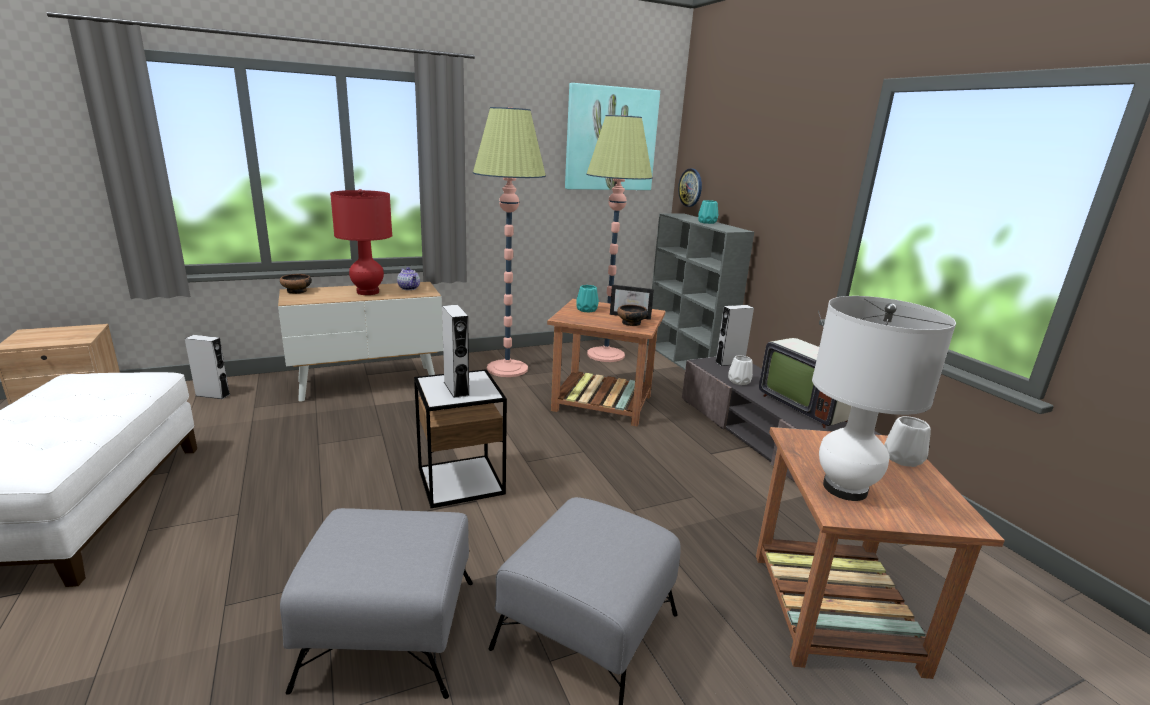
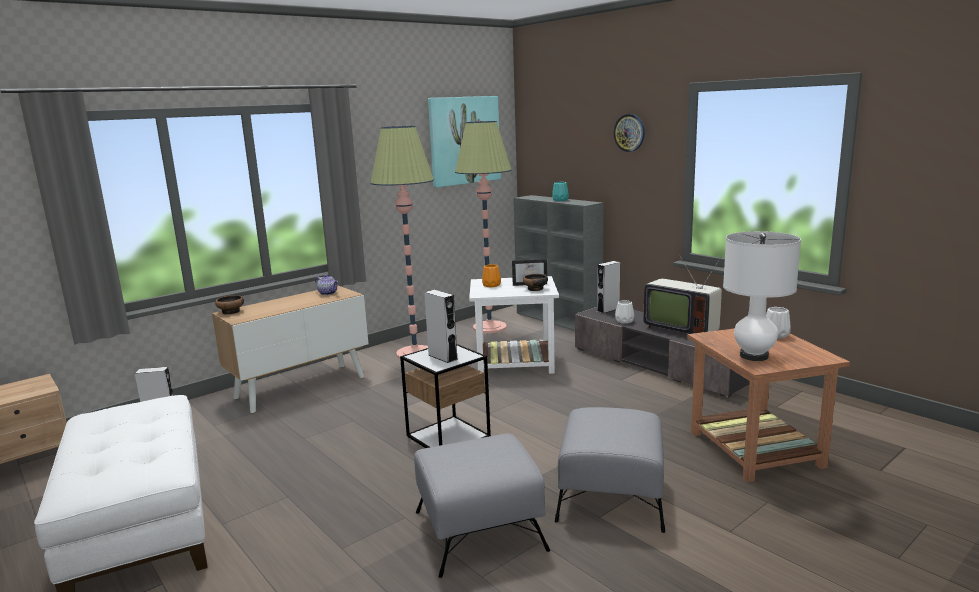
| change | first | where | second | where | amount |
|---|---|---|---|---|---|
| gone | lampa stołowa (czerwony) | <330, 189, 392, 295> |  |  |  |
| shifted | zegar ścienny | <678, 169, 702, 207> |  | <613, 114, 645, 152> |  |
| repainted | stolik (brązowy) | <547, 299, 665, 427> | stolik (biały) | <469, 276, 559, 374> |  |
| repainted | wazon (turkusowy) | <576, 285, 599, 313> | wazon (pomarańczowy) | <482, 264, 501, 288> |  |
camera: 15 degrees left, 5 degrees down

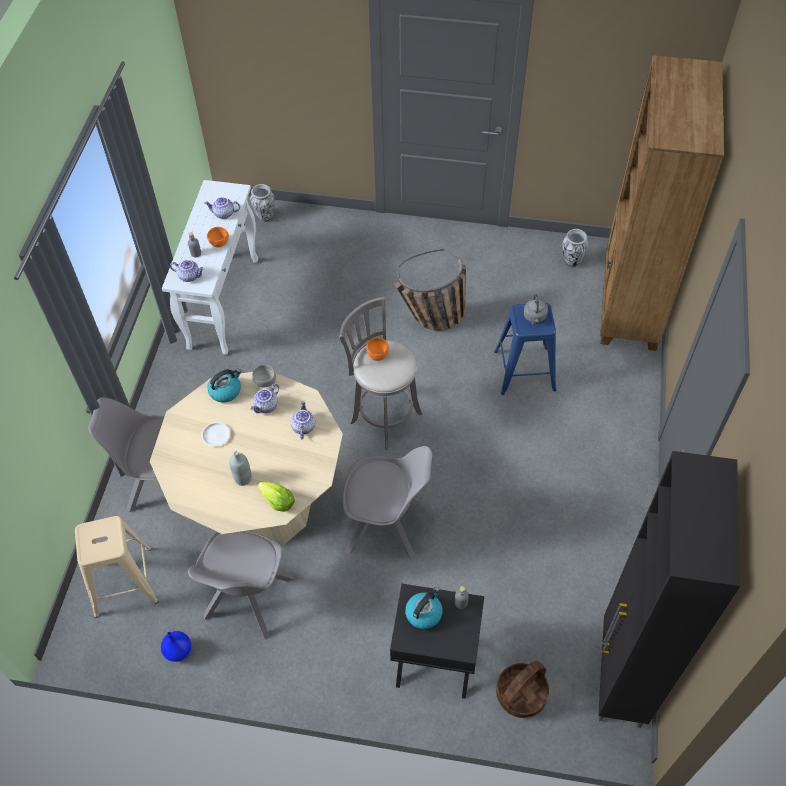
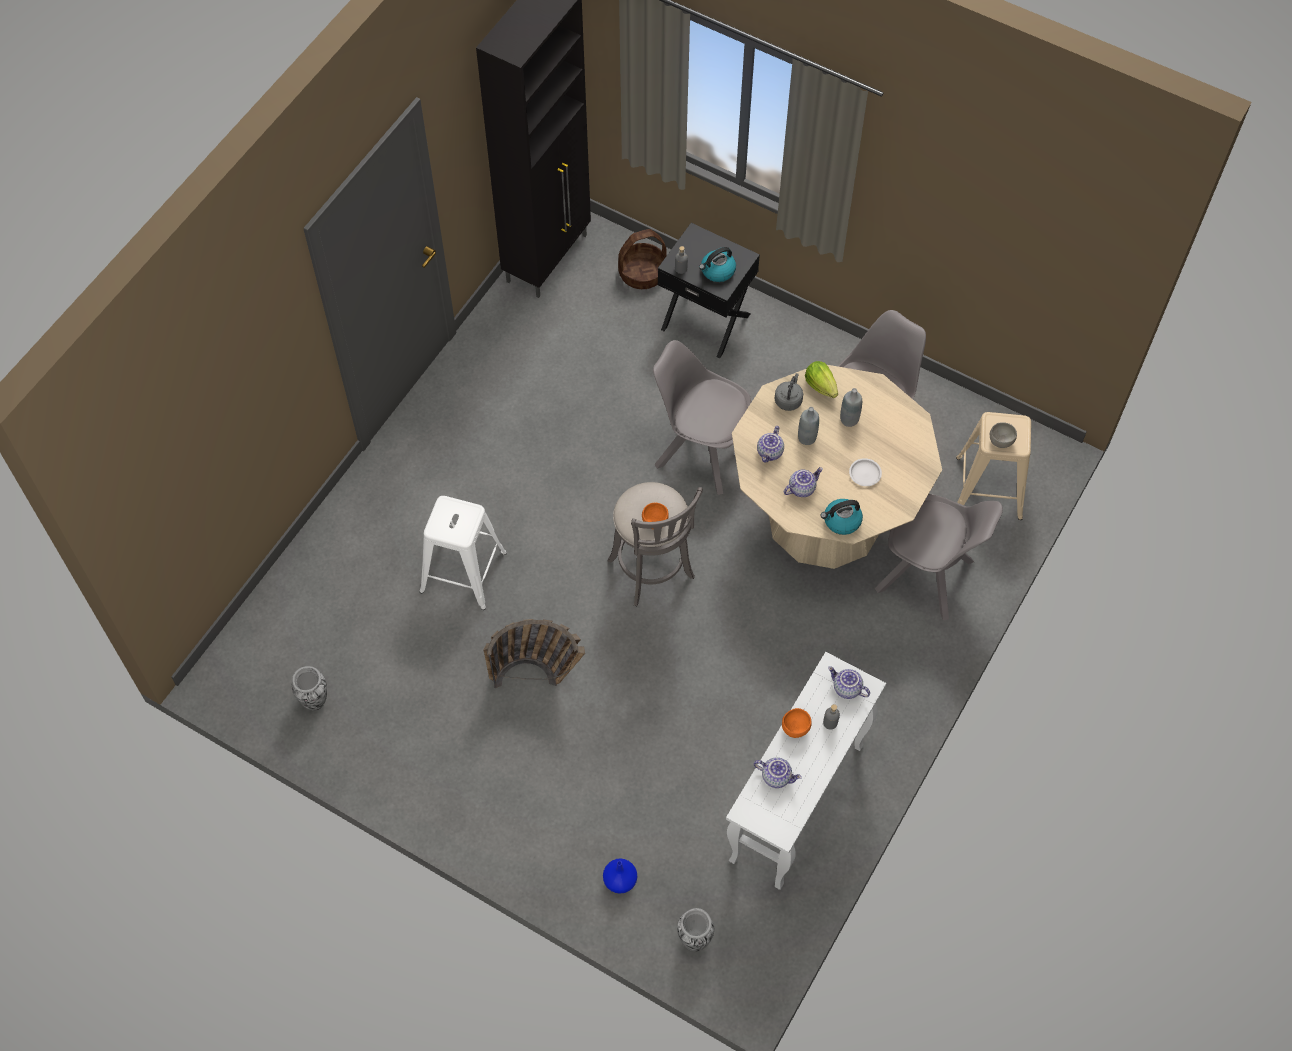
| change | first | where | second | where | amount |
|---|---|---|---|---|---|
| gone | regał (brązowy) | <600, 55, 724, 351> |  |  |  |
| new |  |  | butelka (szary) | <798, 407, 819, 445> |  |
| shifted | wazon (niebieski) | <161, 631, 191, 662> |  | <603, 858, 637, 894> |  |
| shifted | miska (szary) | <252, 365, 276, 387> |  | <990, 422, 1017, 448> |  |
| shifted | czajnik (szary) | <524, 293, 548, 323> |  | <774, 373, 803, 411> |  |
| repainted | stołek (niebieski) | <494, 303, 557, 395> | stołek (biały) | <419, 496, 507, 610> |  |
camera: 160 degrees left, 5 degrees up

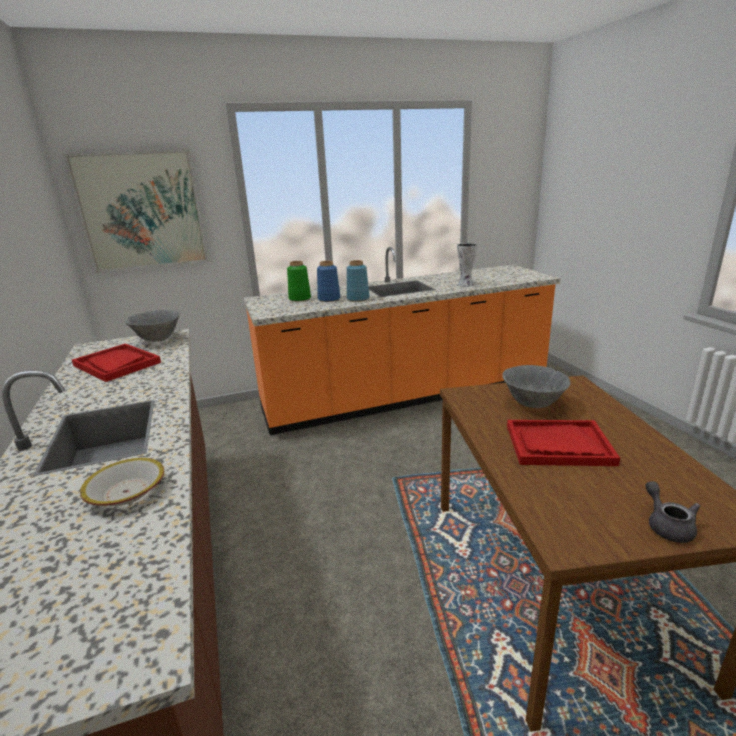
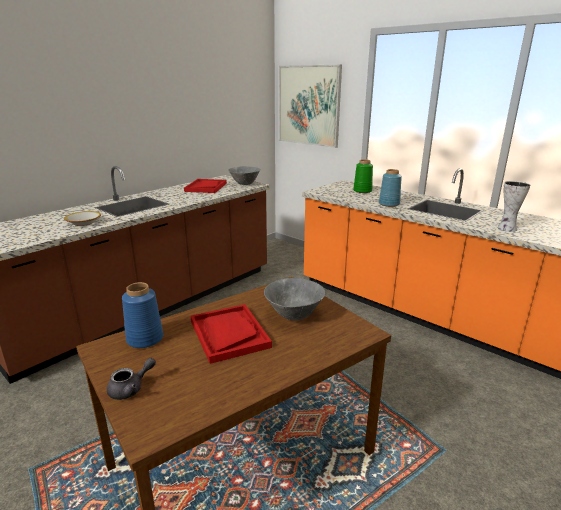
| change | first | where | second | where | amount |
|---|---|---|---|---|---|
| shifted | wazon (niebieski) | <317, 261, 341, 302> |  | <122, 282, 163, 348> |  |
camera: 60 degrees right, 0 degrees up

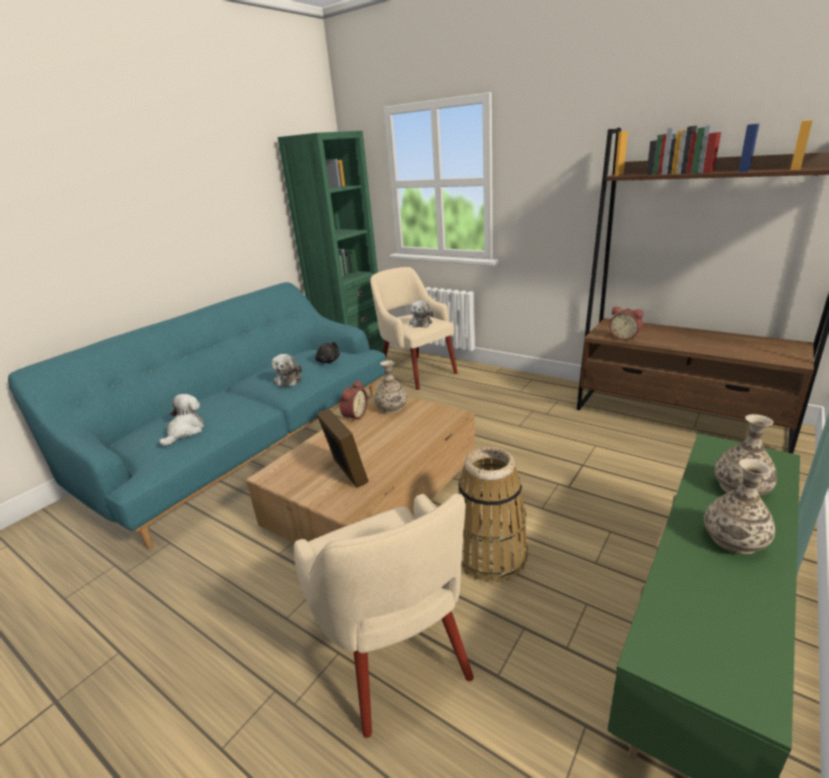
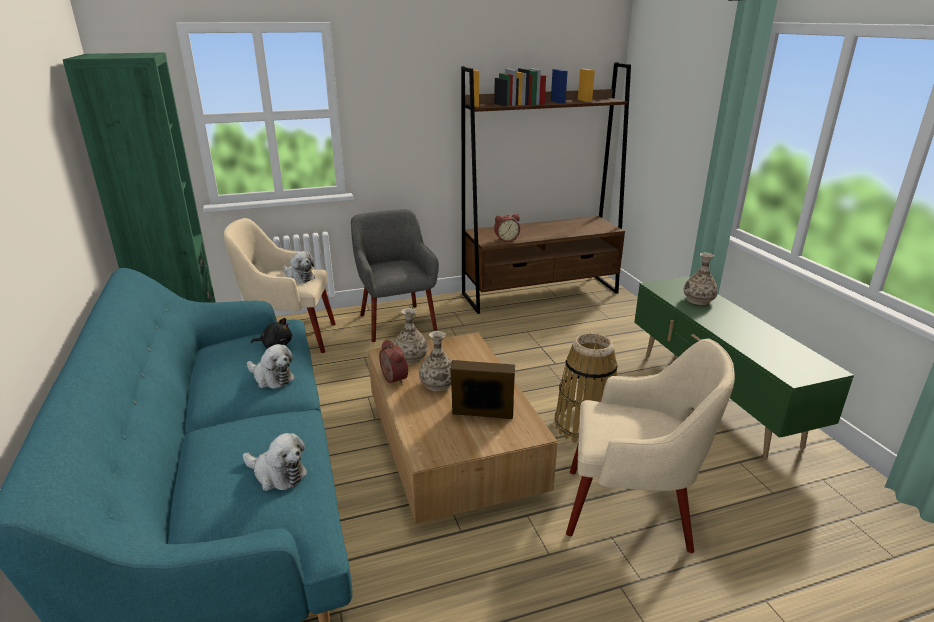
| change | first | where | second | where | amount |
|---|---|---|---|---|---|
| new |  |  | fotel (szary) | <351, 209, 439, 342> |  |
| shifted | wazon | <704, 459, 775, 554> |  | <419, 331, 452, 391> |  |
| rotated | pluszak | <159, 394, 204, 446> |  | <243, 433, 307, 491> | 150 degrees clockwise |
camera: 55 degrees left, 0 degrees up

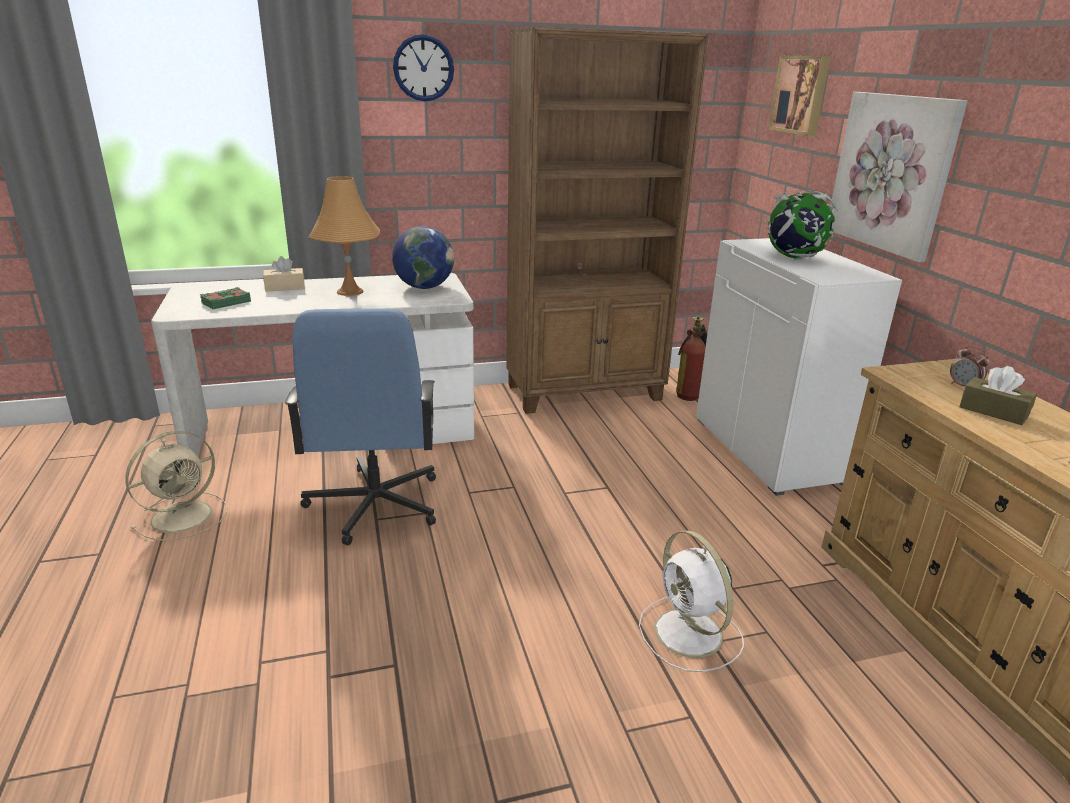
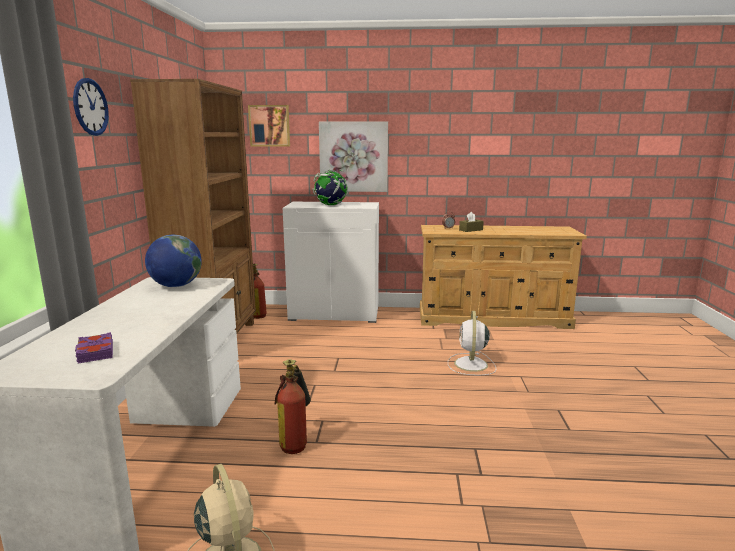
| change | first | where | second | where | amount |
|---|---|---|---|---|---|
| gone | pudełko chusteczek (beżowy) | <263, 256, 305, 292> |  |  |  |
| gone | lampa stołowa (pomarańczowy) | <308, 176, 380, 296> |  |  |  |
| swapped | krzesło biurowe (niebieski) | <285, 309, 436, 545> | gaśnica | <274, 359, 311, 454> |  |
| repainted | książka (zielony) | <200, 287, 251, 309> | książka (fioletowy) | <75, 332, 113, 364> |  |
| rotated | wentylator (biały) | <639, 530, 744, 672> |  | <448, 311, 496, 375> | 105 degrees clockwise |
camera: 70 degrees left, 10 degrees down

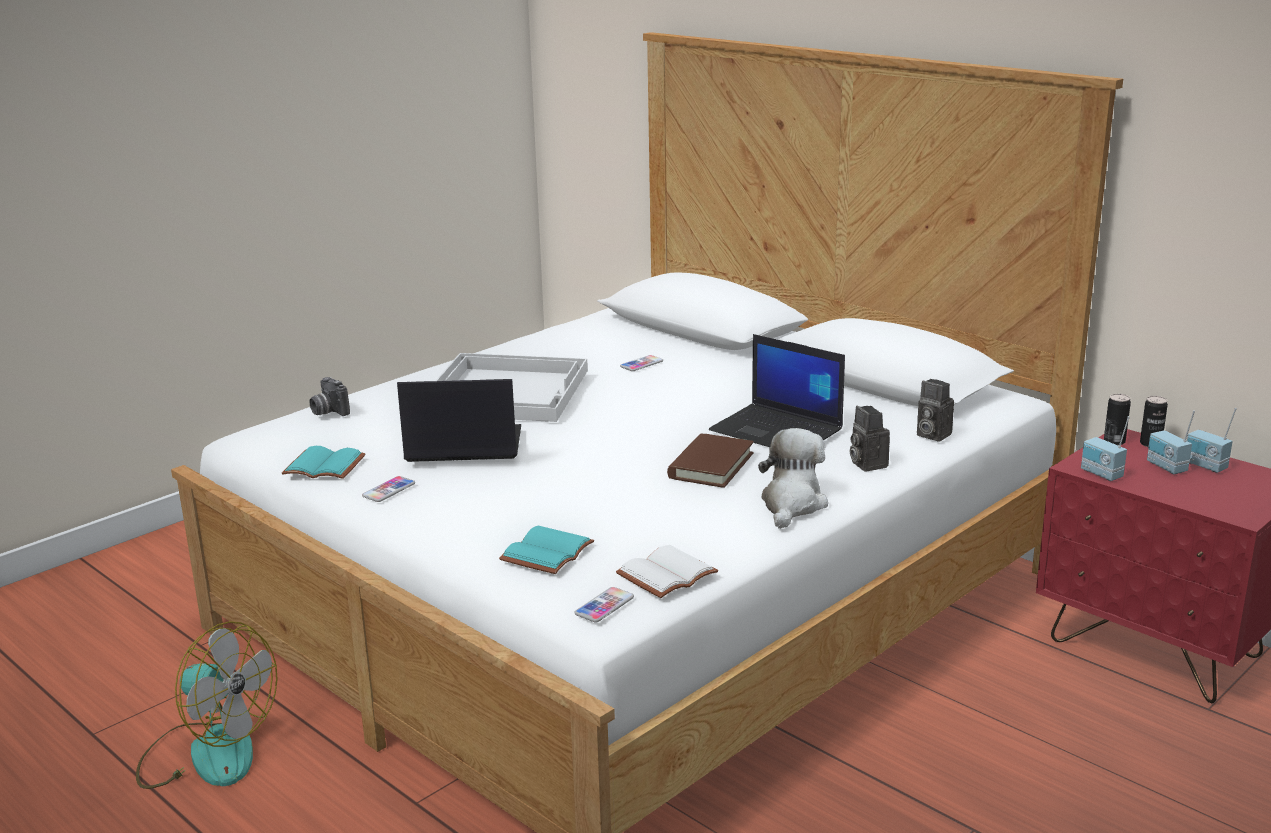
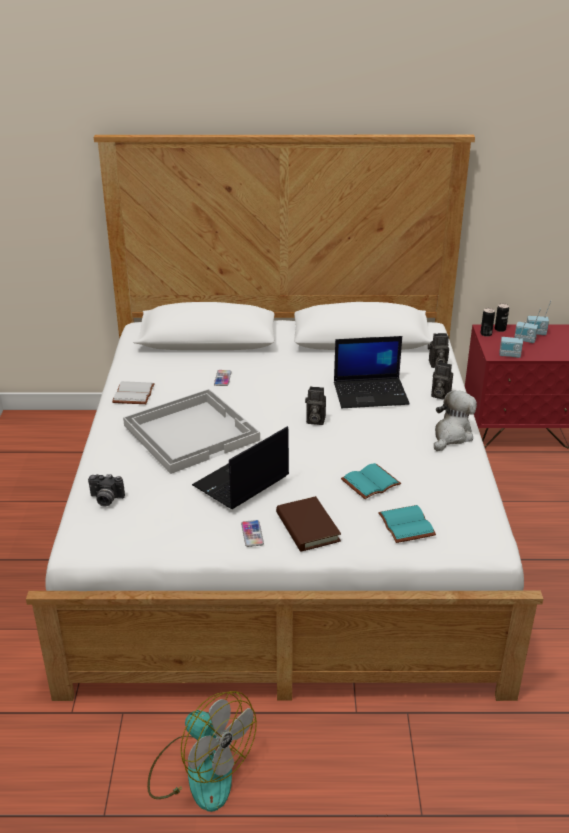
| change | first | where | second | where | amount |
|---|---|---|---|---|---|
| gone | telefon | <575, 587, 634, 622> |  |  |  |
| new |  |  | aparat fotograficzny | <305, 386, 326, 425> |  |
| shifted | książka (turkusowy) | <282, 446, 365, 479> |  | <341, 463, 401, 499> |  |
| shifted | książka (biały) | <616, 545, 718, 598> |  | <112, 381, 155, 404> |  |
| shifted | książka (brązowy) | <667, 433, 754, 488> |  | <276, 496, 341, 551> |  |
| rotated | wentylator | <136, 621, 277, 789> |  | <147, 691, 257, 812> | 60 degrees clockwise |
| rotated | pluszak | <758, 428, 828, 529> |  | <434, 390, 477, 451> | 60 degrees clockwise |
camera: 45 degrees left, 10 degrees up

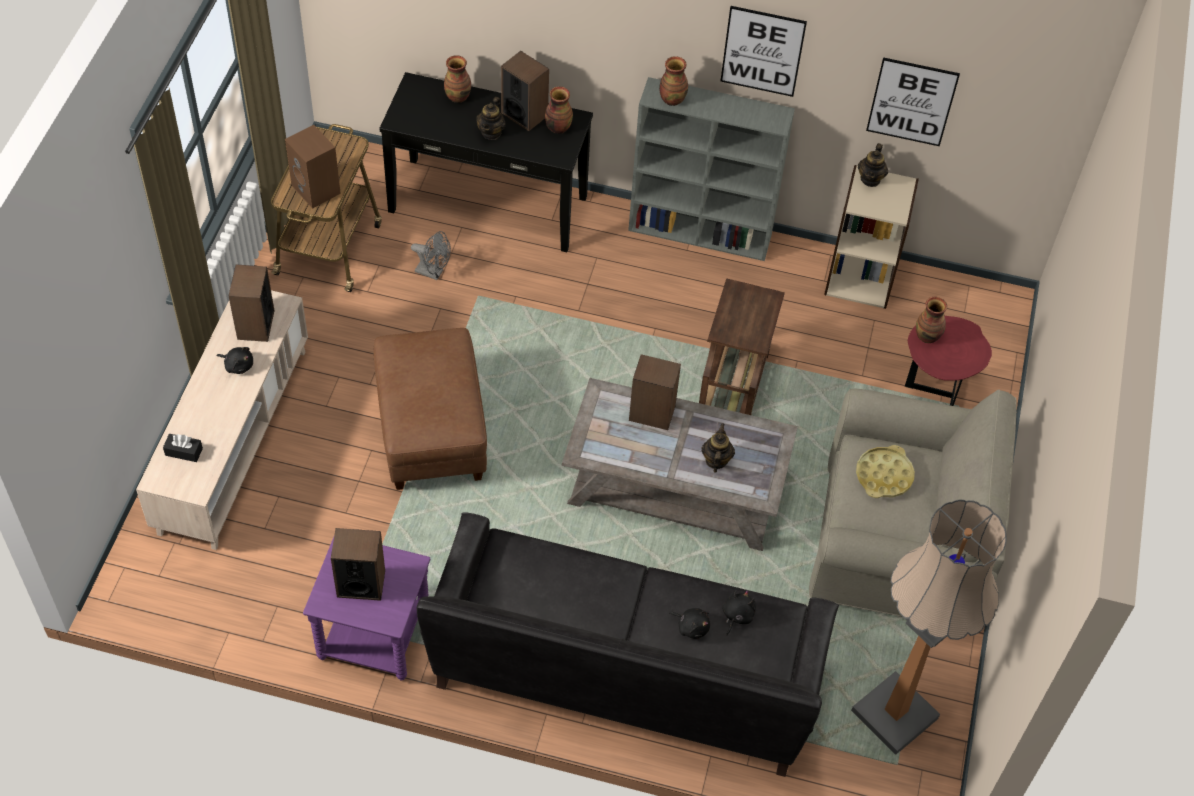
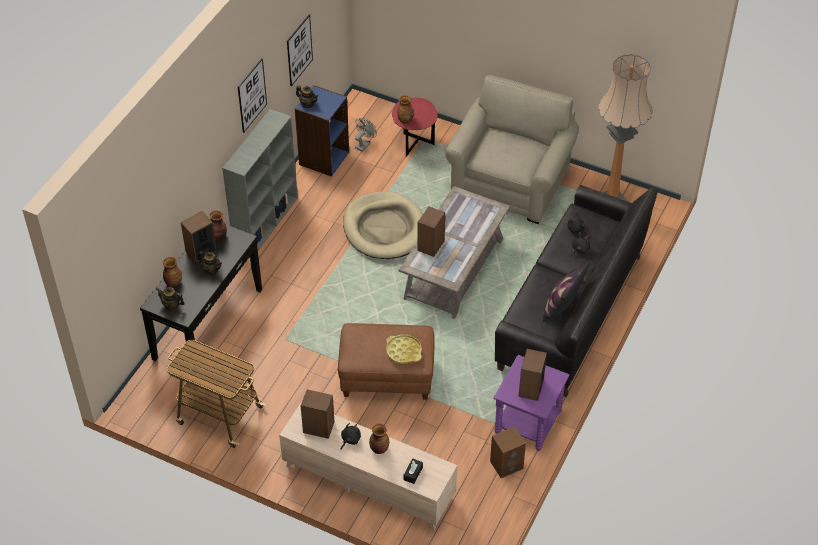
| change | first | where | second | where | amount |
|---|---|---|---|---|---|
| new |  |  | poduszka | <543, 262, 589, 322> |  |
| shifted | głośnik (brązowy) | <285, 125, 341, 209> |  | <490, 426, 526, 478> |  |
| shifted | wentylator (szary) | <411, 231, 451, 280> |  | <355, 118, 377, 151> |  |
| shifted | wazon | <659, 56, 688, 106> |  | <369, 423, 389, 454> |  |
| shifted | imbryk | <702, 423, 735, 473> |  | <156, 287, 185, 311> |  |
| shifted | taca (żółty) | <856, 445, 915, 498> |  | <386, 335, 422, 364> |  |
| swapped | stolik (brązowy) | <699, 278, 785, 415> | legowisko (beżowy) | <343, 191, 423, 259> |  |
| repainted | regał (beżowy) | <824, 165, 919, 309> | regał (niebieski) | <295, 85, 349, 177> |  |
camera: 75 degrees left, 5 degrees down

